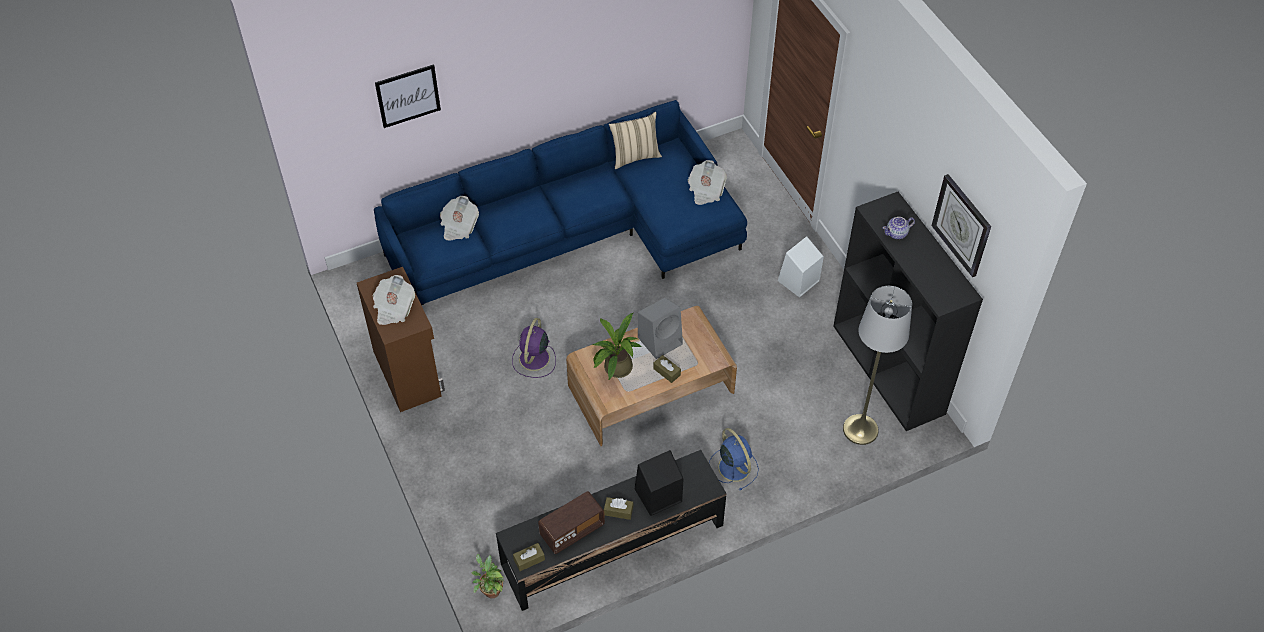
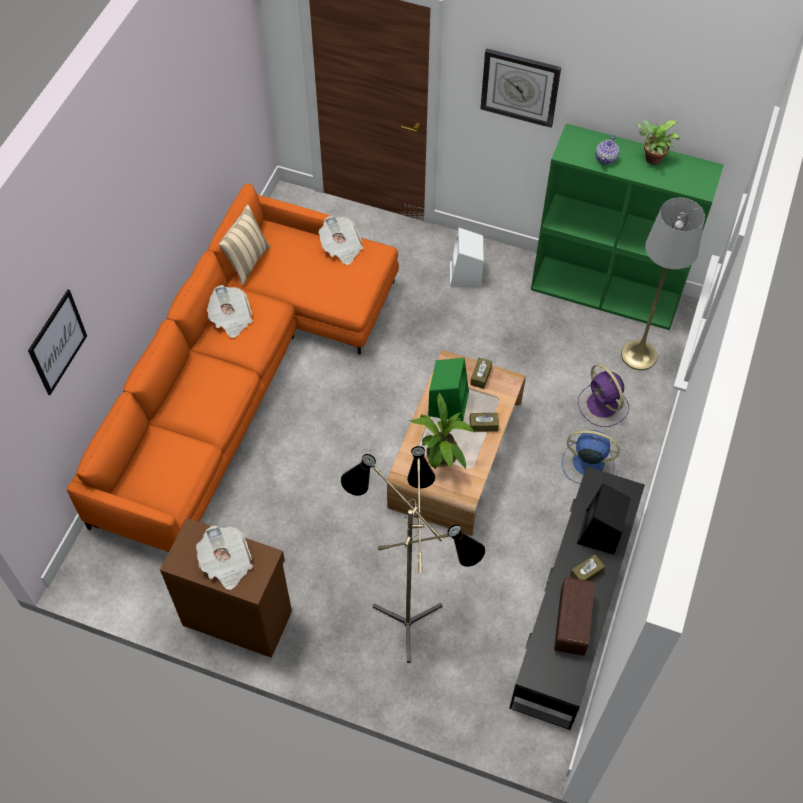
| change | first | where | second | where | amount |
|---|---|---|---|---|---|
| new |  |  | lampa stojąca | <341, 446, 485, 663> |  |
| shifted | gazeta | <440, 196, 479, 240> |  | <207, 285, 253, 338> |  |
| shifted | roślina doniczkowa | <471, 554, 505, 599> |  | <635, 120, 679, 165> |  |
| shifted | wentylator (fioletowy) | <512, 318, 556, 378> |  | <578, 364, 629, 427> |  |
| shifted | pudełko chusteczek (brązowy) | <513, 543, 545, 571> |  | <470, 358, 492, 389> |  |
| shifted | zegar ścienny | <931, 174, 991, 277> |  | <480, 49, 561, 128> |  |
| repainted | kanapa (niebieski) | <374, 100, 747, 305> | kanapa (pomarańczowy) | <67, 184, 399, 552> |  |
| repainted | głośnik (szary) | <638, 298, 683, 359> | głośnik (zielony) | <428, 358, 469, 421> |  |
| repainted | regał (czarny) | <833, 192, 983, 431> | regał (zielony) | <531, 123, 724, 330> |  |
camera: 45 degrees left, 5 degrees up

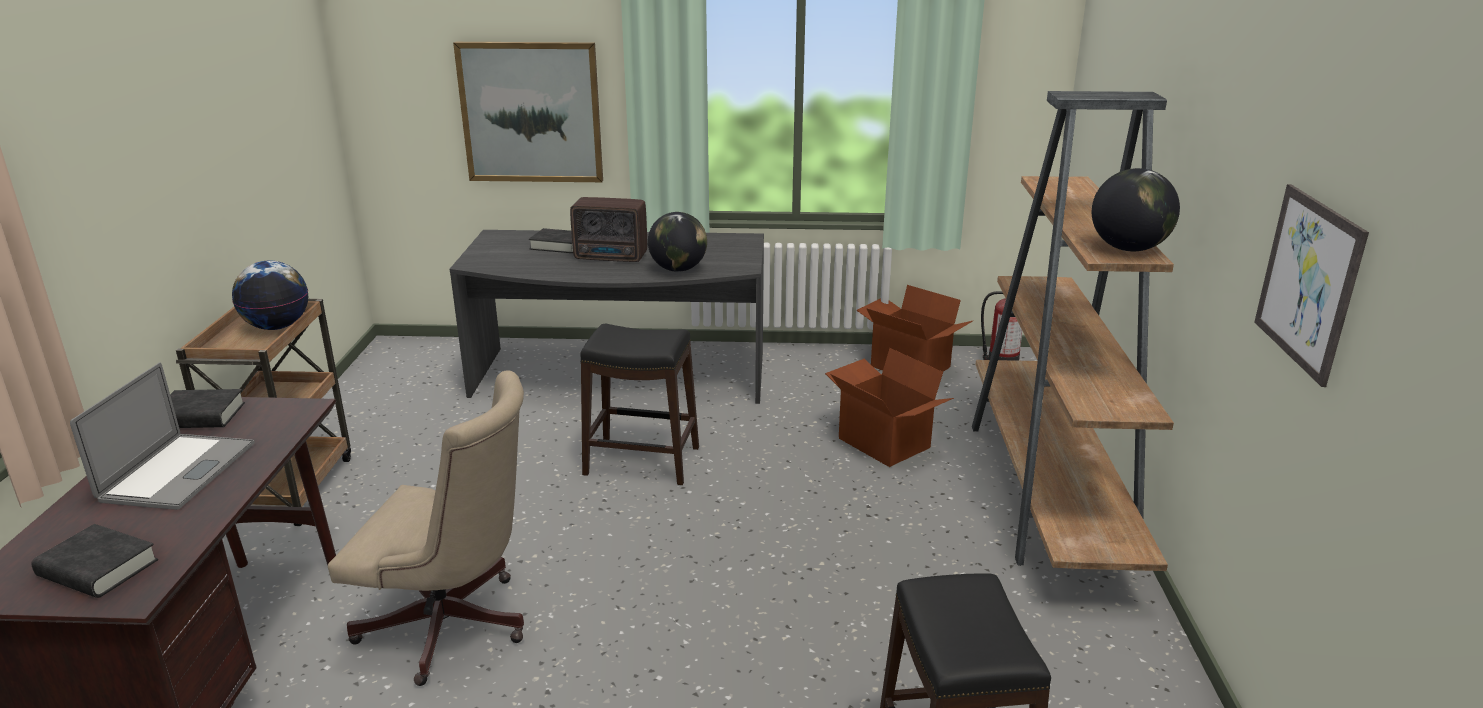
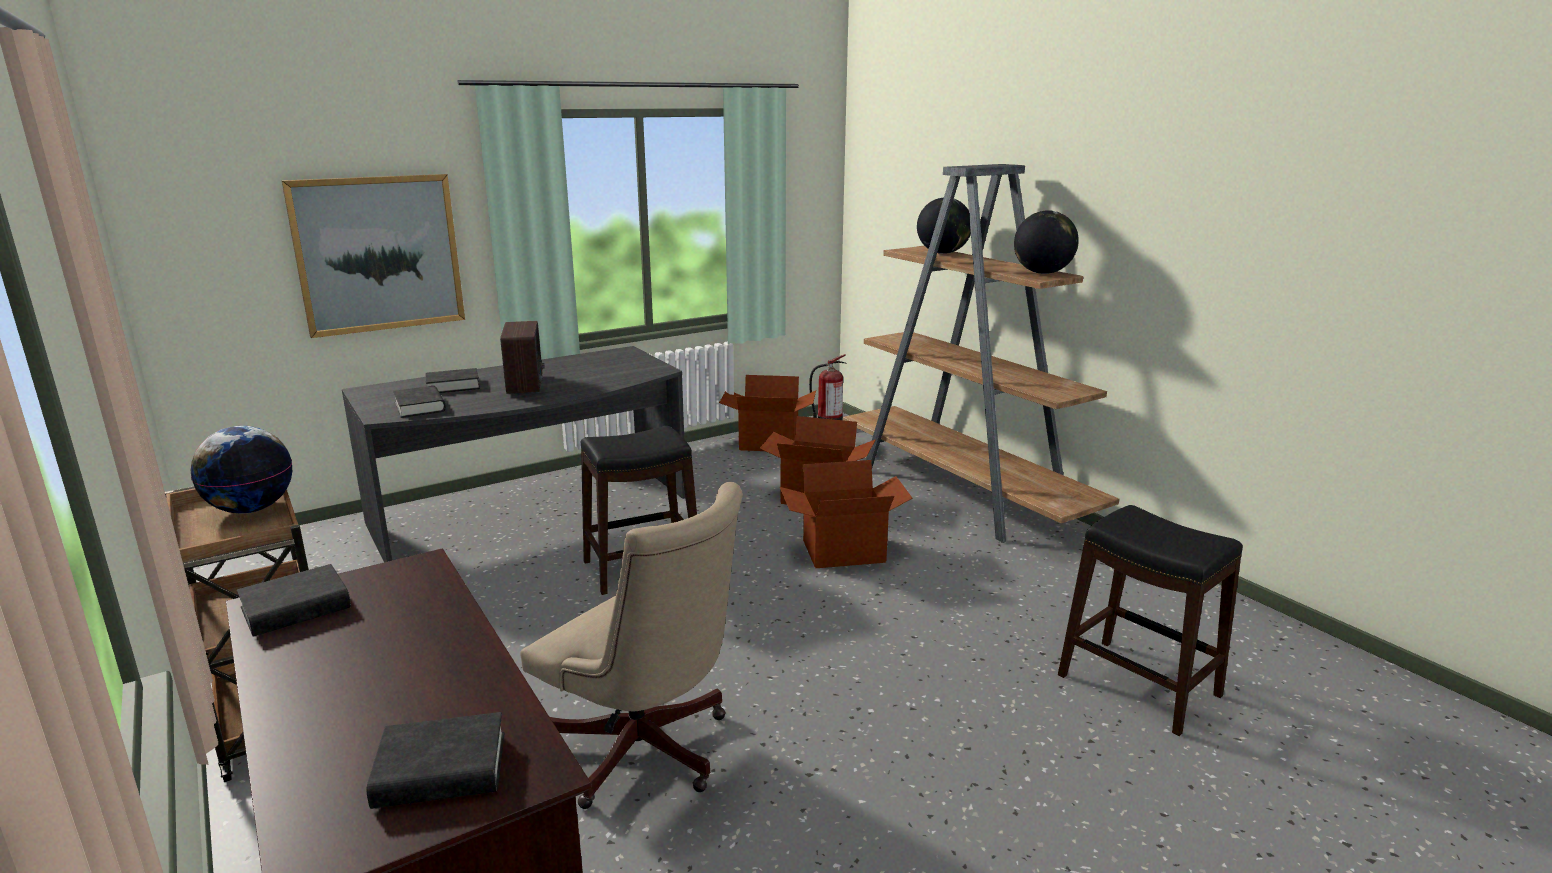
| change | first | where | second | where | amount |
|---|---|---|---|---|---|
| gone | laptop | <70, 362, 255, 510> |  |  |  |
| gone | obraz | <1254, 184, 1369, 387> |  |  |  |
| new |  |  | książka (czarny) | <393, 386, 446, 418> |  |
| new |  |  | karton | <780, 460, 913, 568> |  |
| shifted | globus | <648, 212, 707, 272> |  | <917, 198, 971, 254> |  |
| rotated | krzesło biurowe (beżowy) | <328, 370, 524, 686> |  | <520, 482, 743, 809> | 60 degrees clockwise |
| rotated | radio | <570, 197, 647, 262> |  | <500, 321, 545, 394> | 75 degrees counterclockwise |
camera: 35 degrees left, 5 degrees down

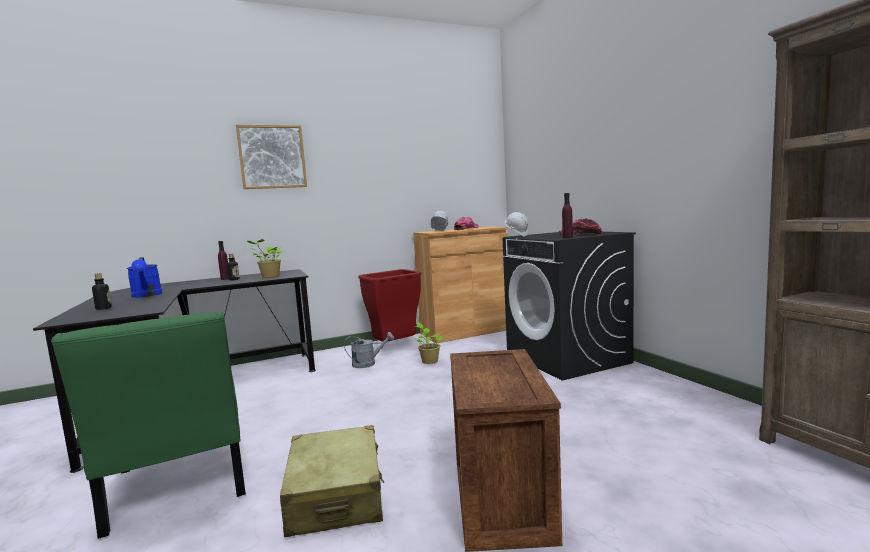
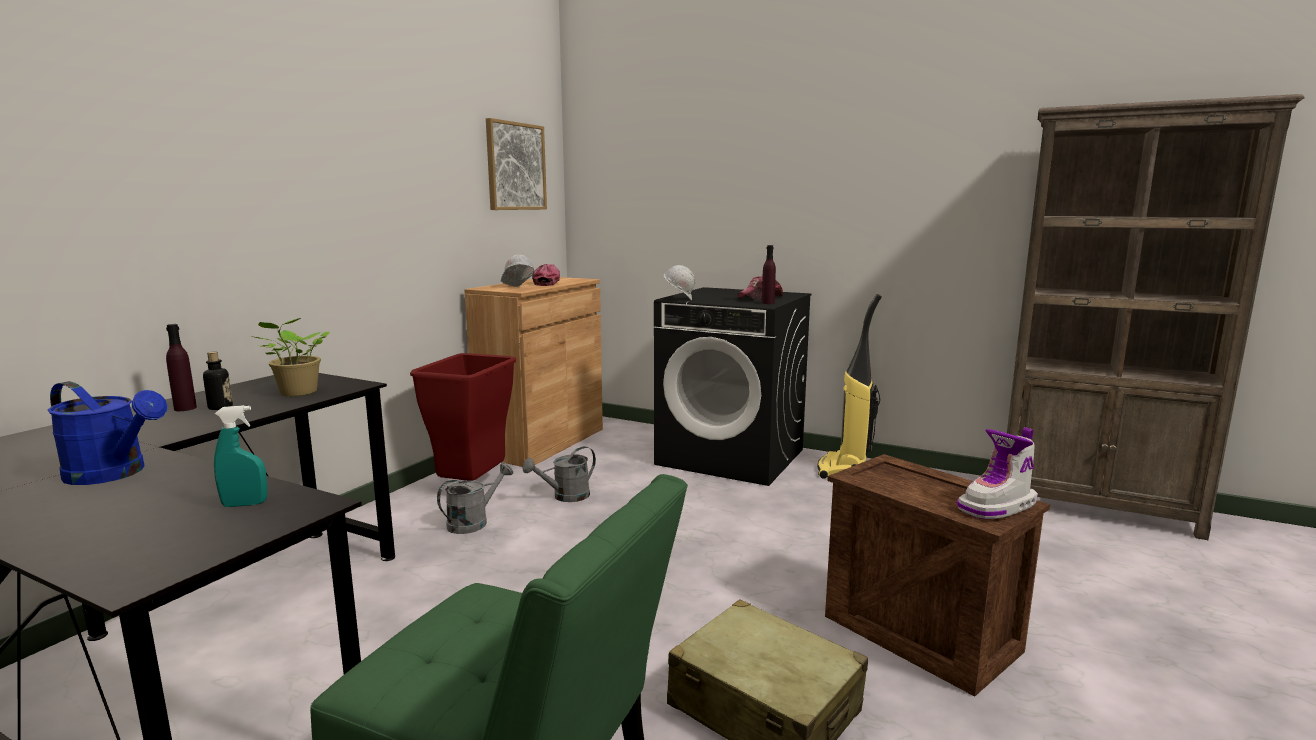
| change | first | where | second | where | amount |
|---|---|---|---|---|---|
| gone | butelka | <92, 273, 112, 310> |  |  |  |
| new |  |  | spryskiwacz (turkusowy) | <214, 405, 267, 507> |  |
| new |  |  | odkurzacz | <817, 294, 882, 479> |  |
| new |  |  | but z cholewką | <957, 427, 1038, 519> |  |
| shifted | obraz | <236, 125, 307, 189> |  | <486, 118, 547, 210> |  |
| swapped | roślina doniczkowa | <414, 322, 443, 364> | konewka (szary) | <522, 446, 596, 502> |  |
camera: 40 degrees left, 5 degrees up

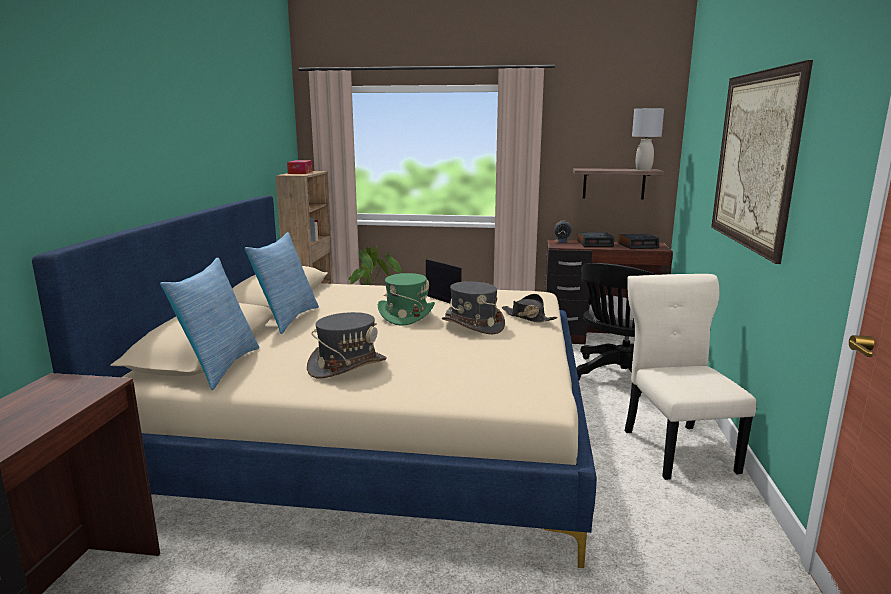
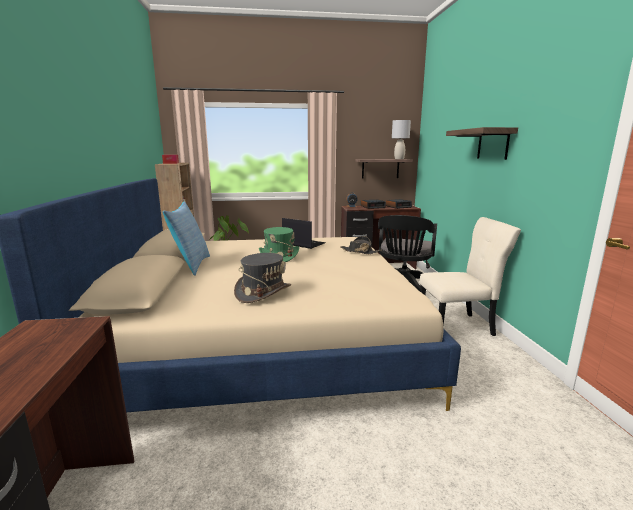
| change | first | where | second | where | amount |
|---|---|---|---|---|---|
| gone | poduszka | <160, 258, 259, 390> |  |  |  |
| gone | kapelusz (szary) | <442, 281, 505, 334> |  |  |  |
| swapped | obraz | <711, 60, 813, 264> | półka | <446, 127, 518, 160> |  |
| rotated | krzesło (beżowy) | <625, 274, 757, 480> |  | <419, 217, 521, 336> | 105 degrees clockwise |
camera: 15 degrees left, 0 degrees up

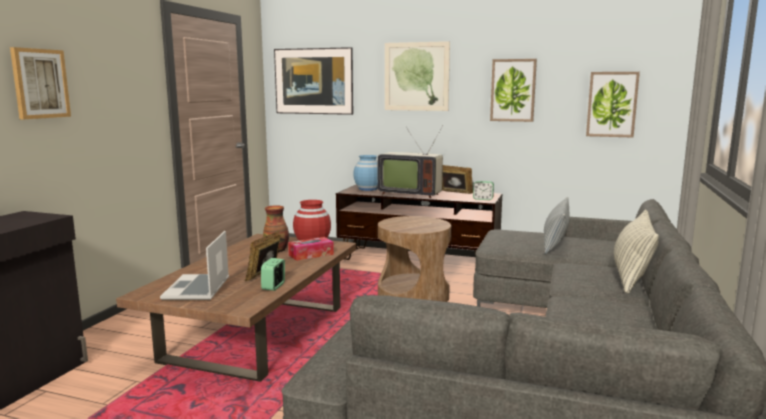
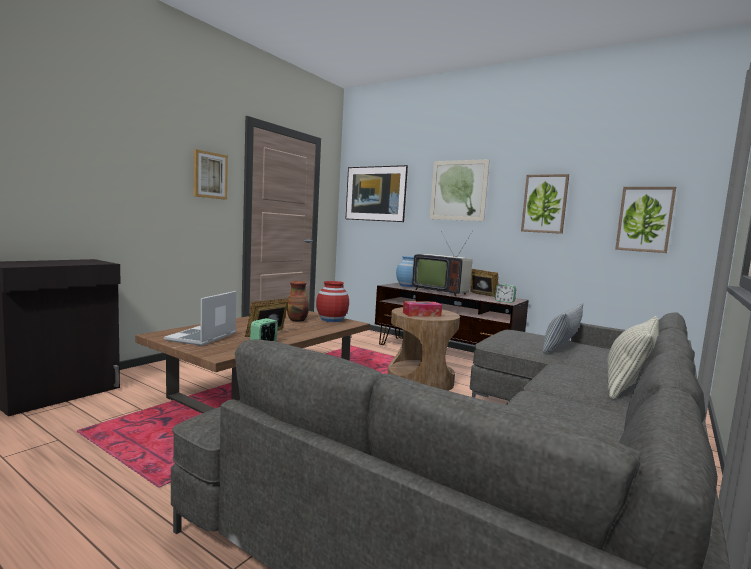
| change | first | where | second | where | amount |
|---|---|---|---|---|---|
| shifted | obraz | <10, 47, 71, 119> |  | <194, 149, 228, 200> |  |
| shifted | pudełko chusteczek | <288, 237, 334, 261> |  | <403, 301, 442, 317> |  |
camera: 15 degrees right, 5 degrees down

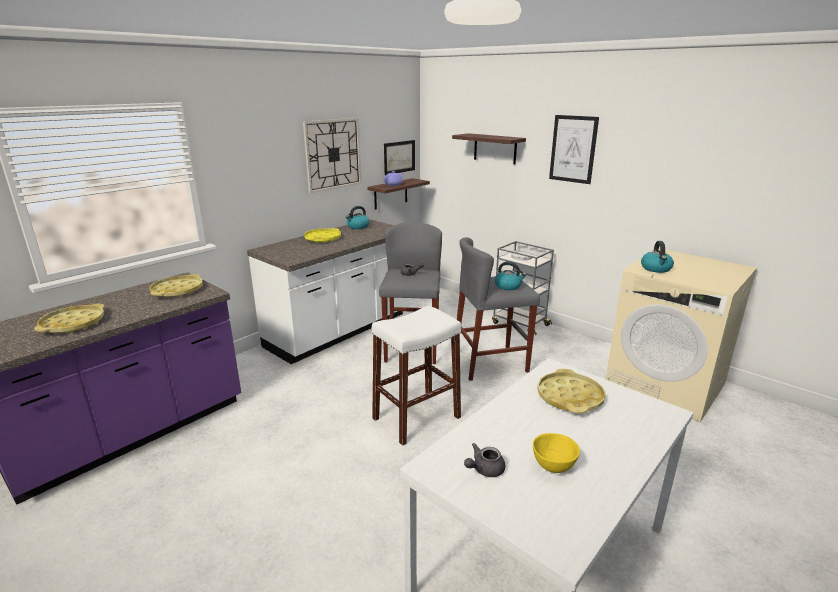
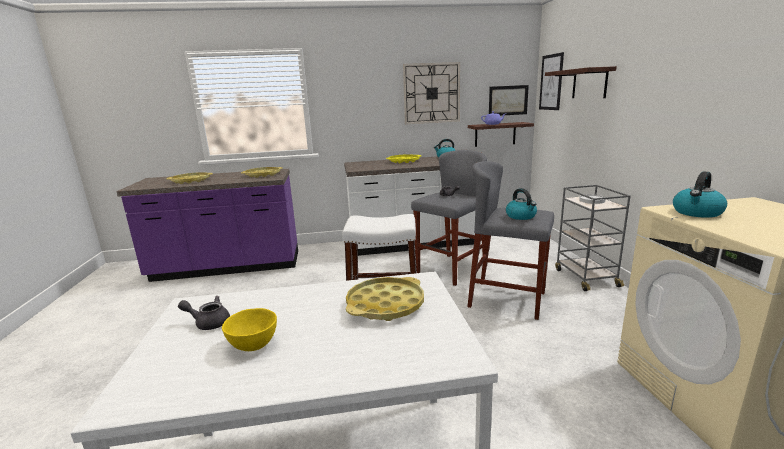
| change | first | where | second | where | amount |
|---|---|---|---|---|---|
| shifted | obraz | <549, 115, 599, 184> |  | <539, 52, 564, 110> |  |
camera: 40 degrees right, 5 degrees down

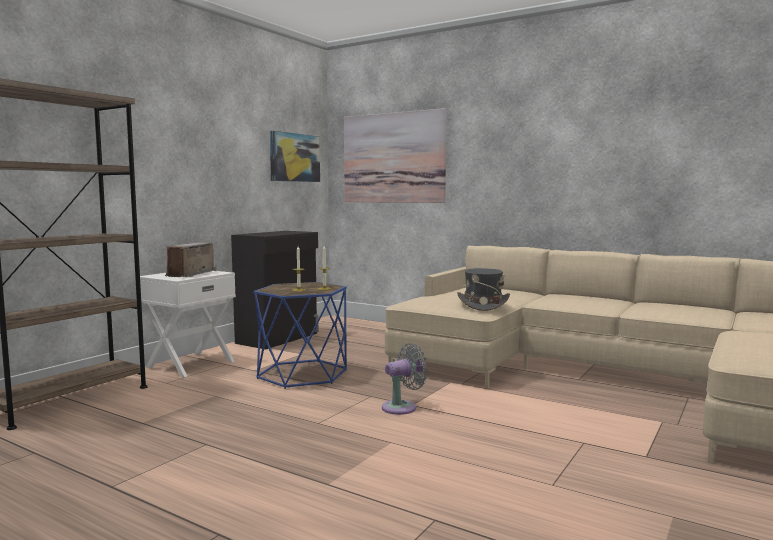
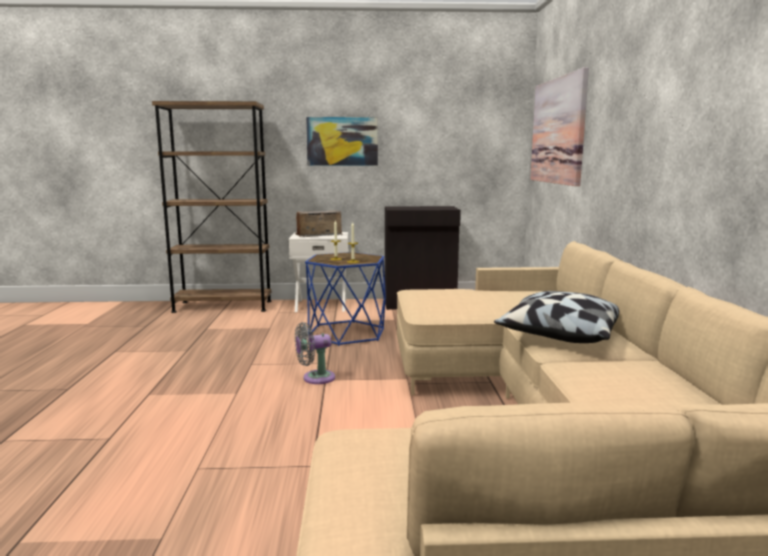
| change | first | where | second | where | amount |
|---|---|---|---|---|---|
| gone | kapelusz (szary) | <457, 268, 510, 311> |  |  |  |
| new |  |  | poduszka | <494, 291, 619, 343> |  |
| shifted | obraz | <270, 131, 320, 182> |  | <306, 117, 378, 166> |  |
| rotated | wentylator (szary) | <382, 343, 428, 415> |  | <295, 322, 335, 384> | 135 degrees clockwise |
camera: 55 degrees right, 5 degrees up

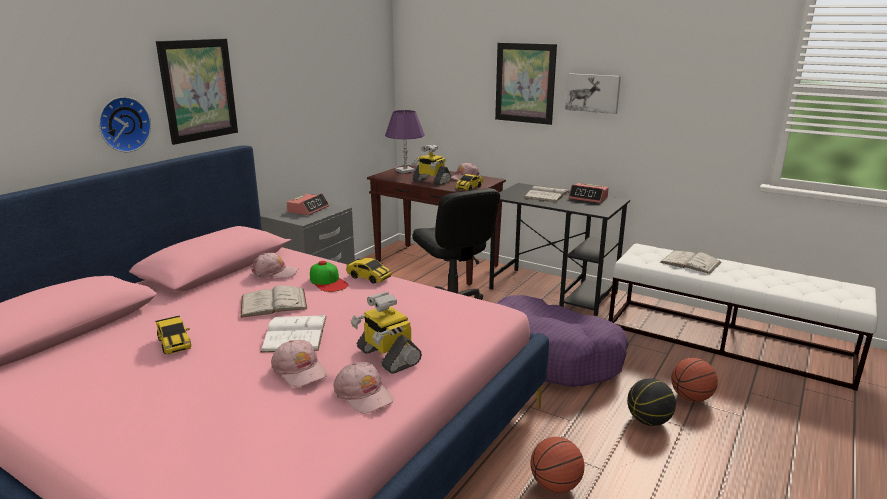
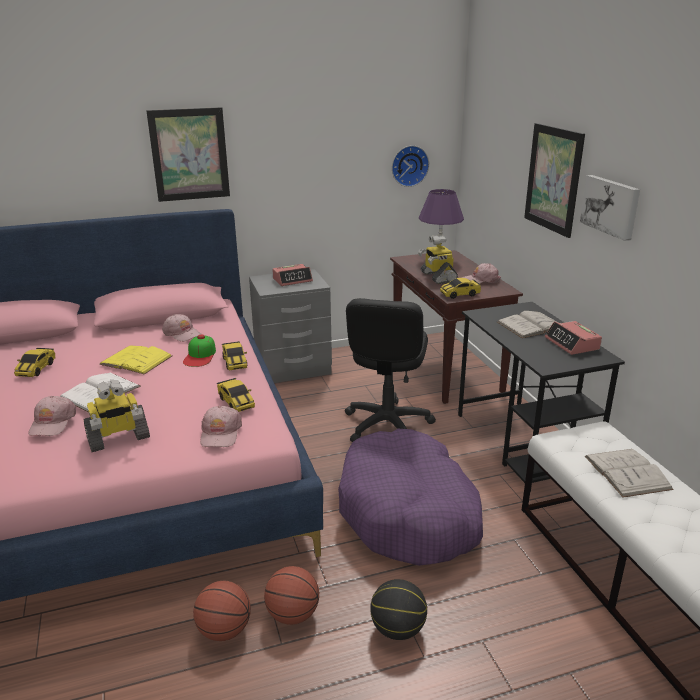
| change | first | where | second | where | amount |
|---|---|---|---|---|---|
| new |  |  | samochodzik | <217, 378, 255, 412> |  |
| shifted | zegar ścienny | <99, 97, 151, 152> |  | <392, 145, 429, 187> |  |
| shifted | czapka z daszkiem (różowy) | <333, 362, 394, 414> |  | <200, 406, 242, 447> |  |
| shifted | piłka do koszykówki | <671, 358, 718, 402> |  | <264, 566, 319, 625> |  |
| repainted | książka (biały) | <241, 285, 307, 318> | książka (żółty) | <99, 345, 172, 374> |  |
| rotated | robot zabawkowy | <351, 292, 422, 374> |  | <84, 380, 150, 452> | 120 degrees counterclockwise |
camera: 40 degrees right, 5 degrees up

